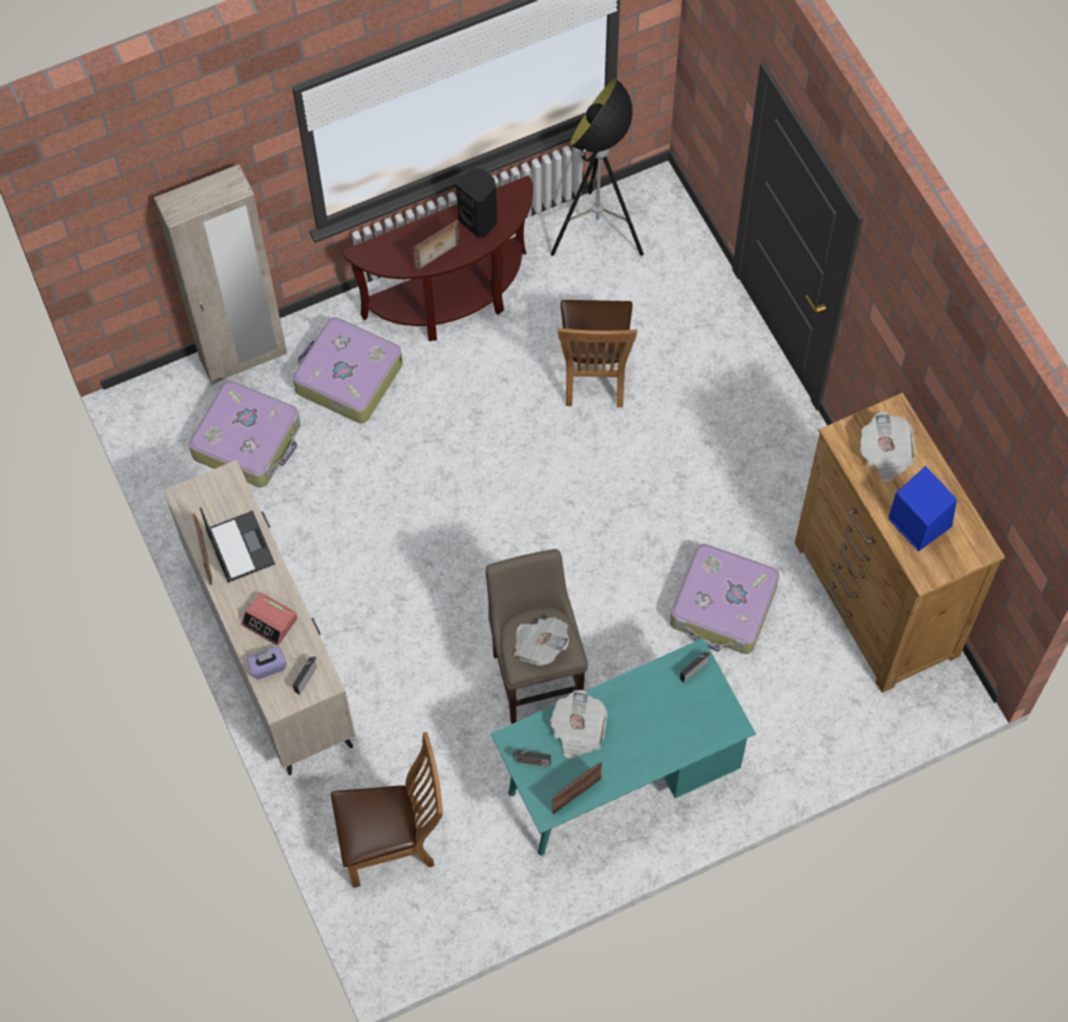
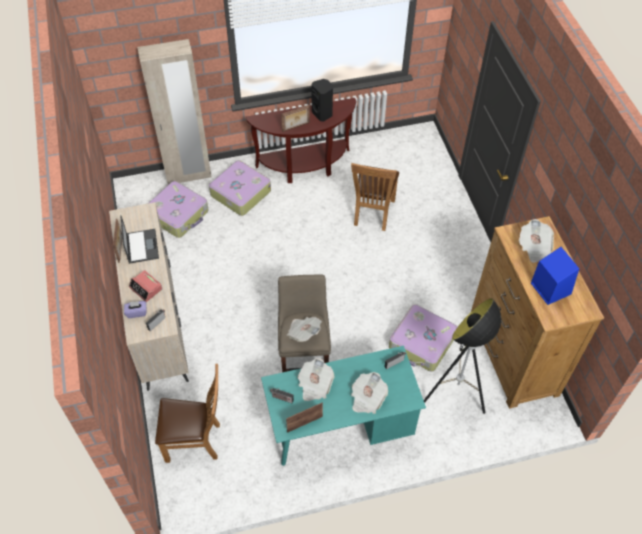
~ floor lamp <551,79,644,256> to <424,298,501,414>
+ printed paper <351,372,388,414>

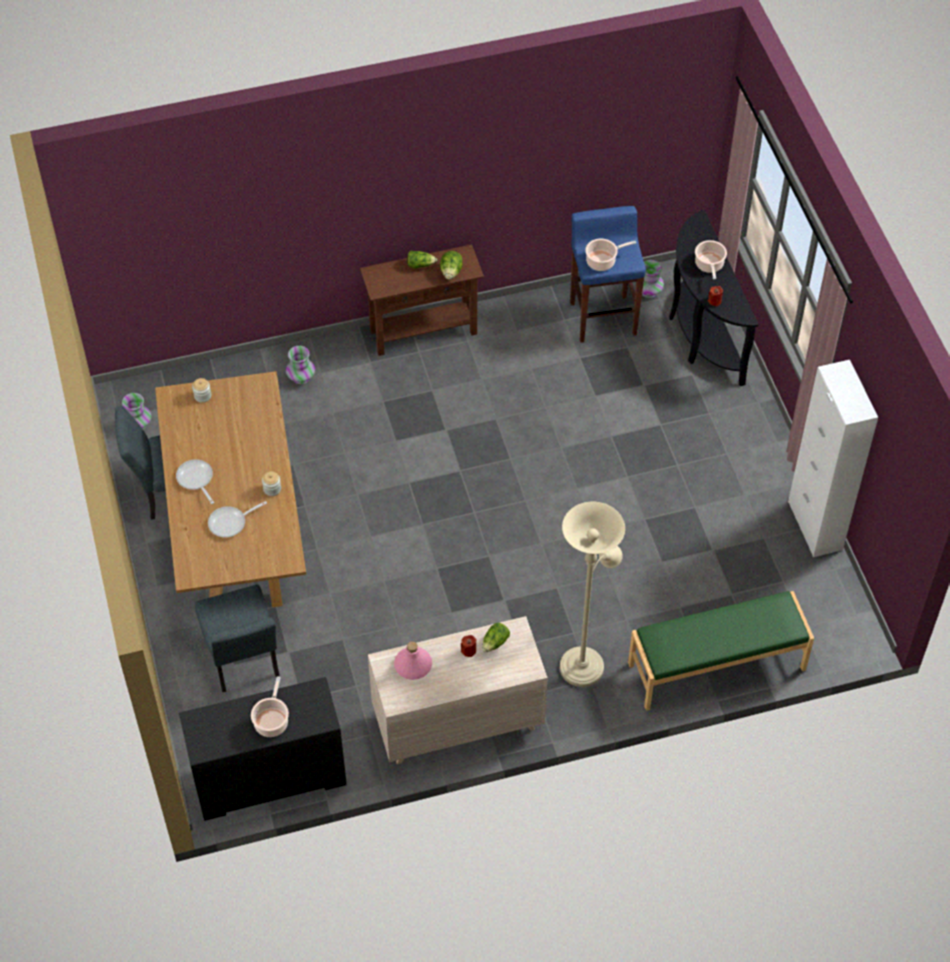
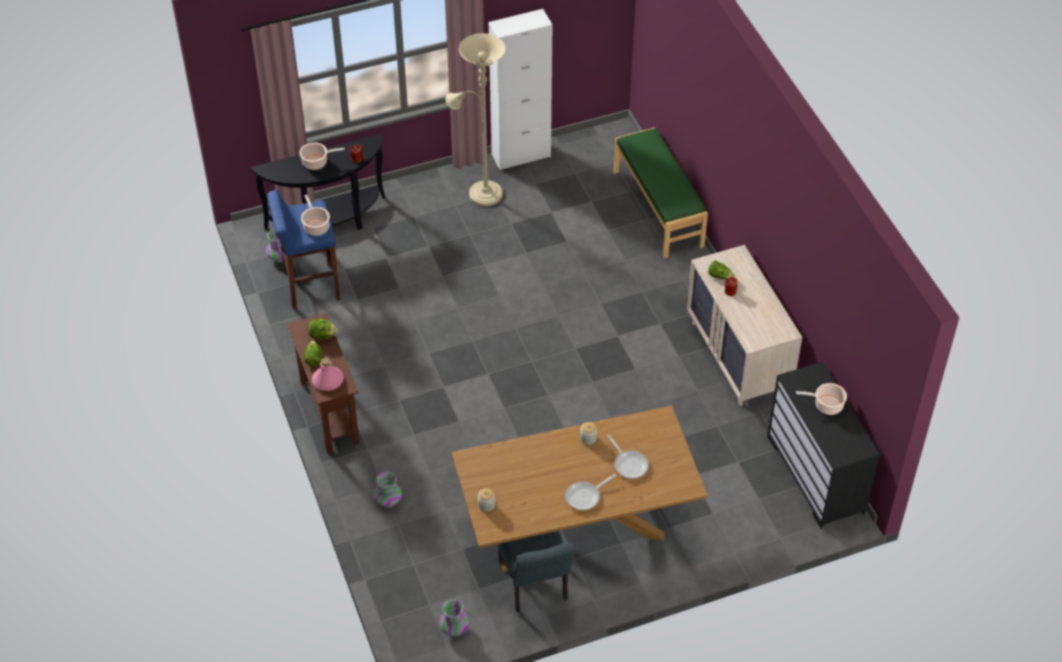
- plain chair/grey <195,584,279,692>
~ bottle/pink-coloured <394,642,432,680> to <312,358,344,391>
~ floor lamp/beige-coloured <560,502,625,687> to <446,33,506,206>

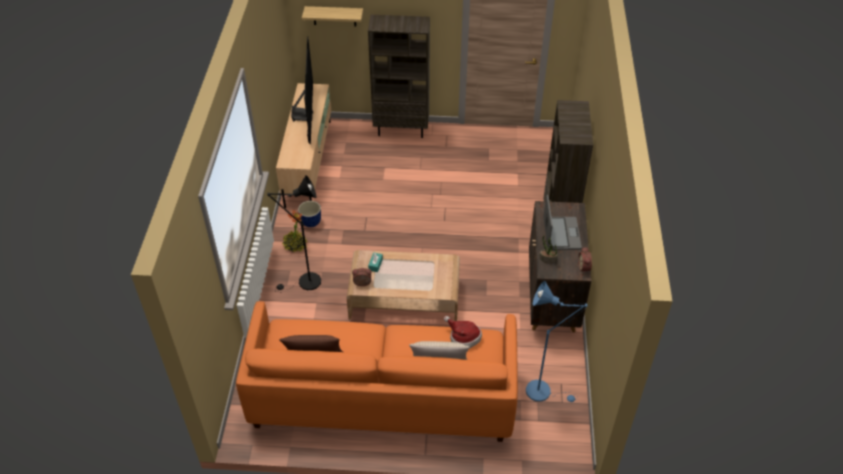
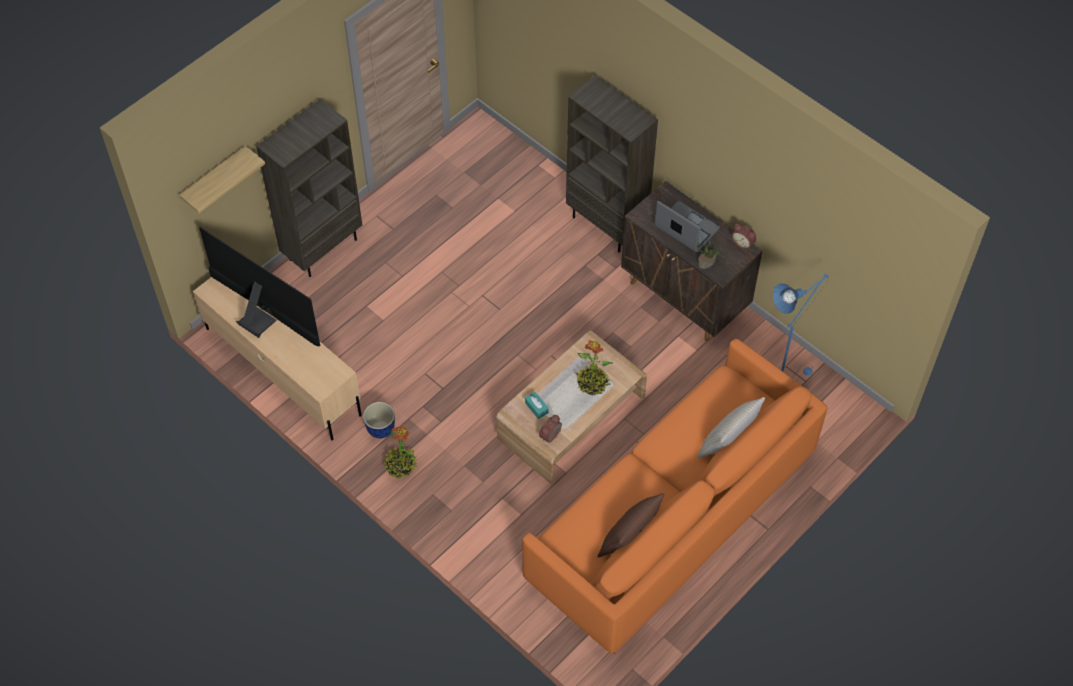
- floor lamp/blackish <267,175,321,292>
- hat <444,316,482,349>
+ plant in a pot <576,340,614,395>

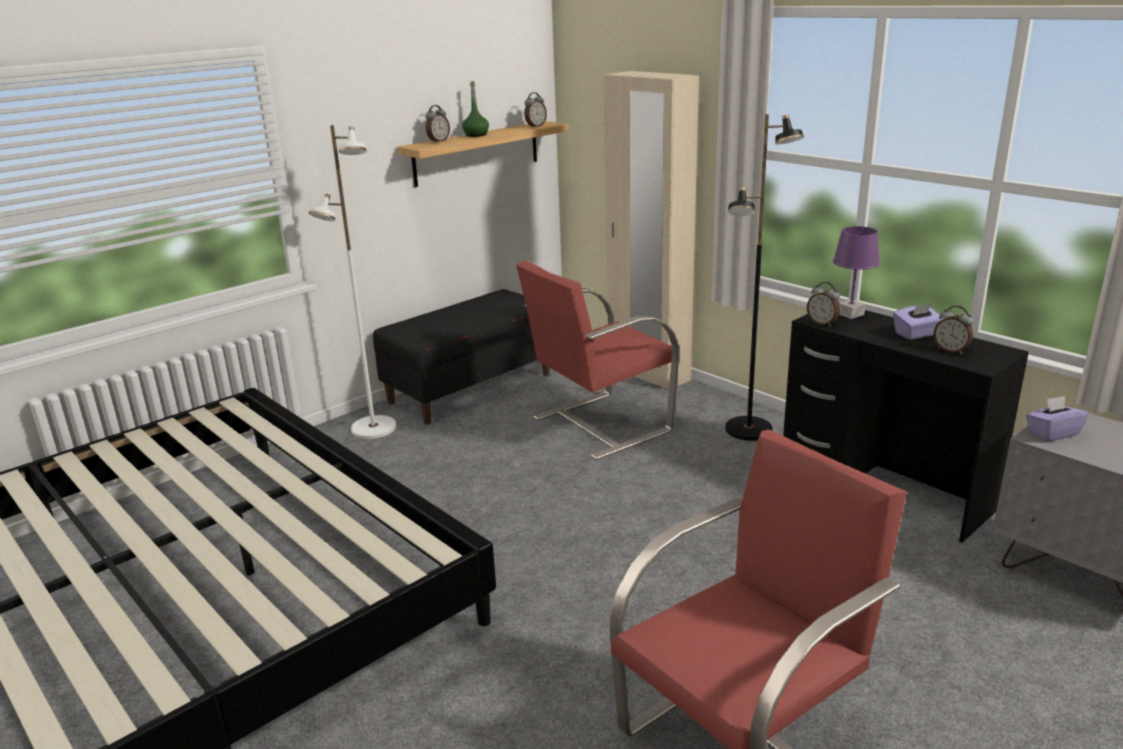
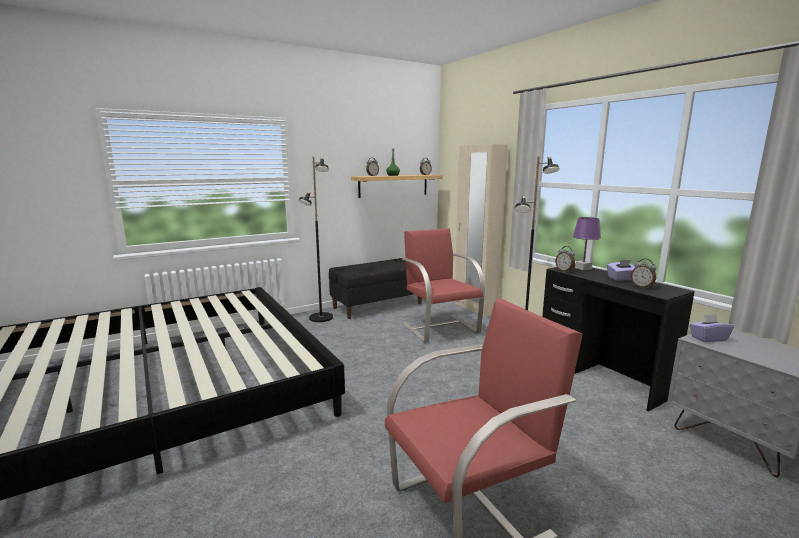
~ floor lamp/white-coloured <309,125,396,439> to floor lamp/blackish <298,157,333,322>
~ lounge chair/red <516,261,679,460> = <402,228,485,343> 90 degrees clockwise

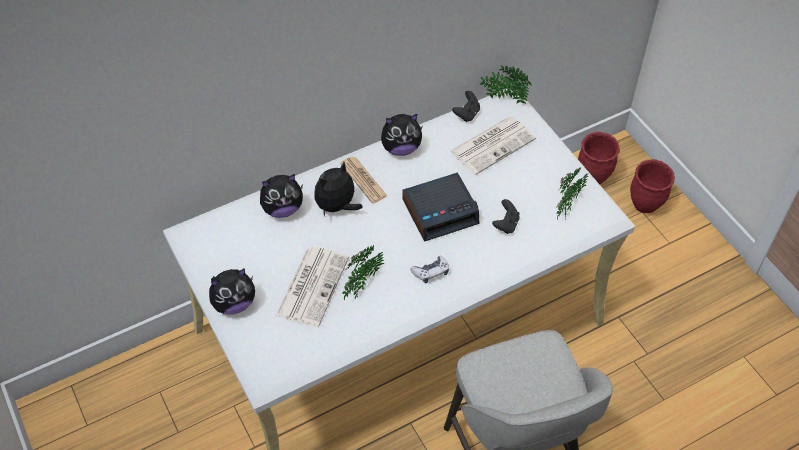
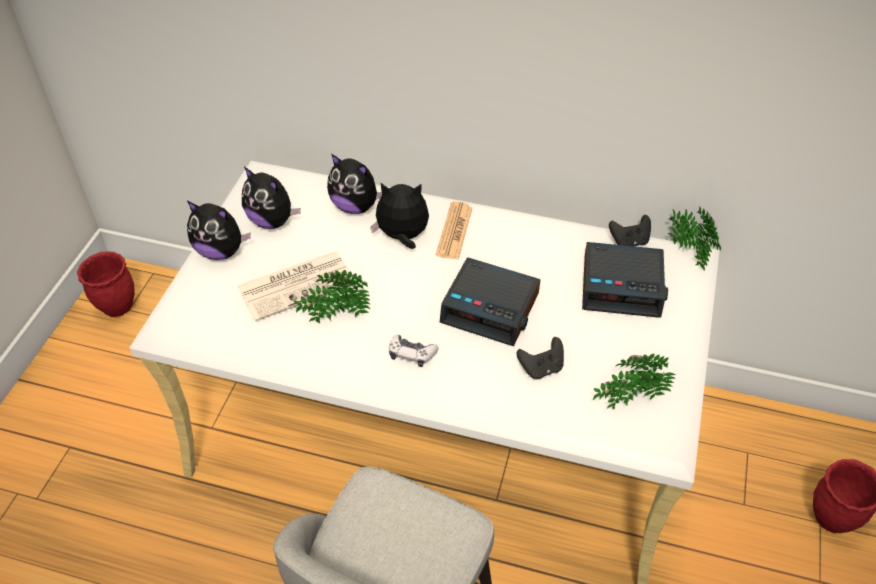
~ cuddly toy <381,114,422,156> to <242,167,300,229>
~ printed paper <450,116,536,175> to table clock <582,242,668,317>
~ plant pot/red <578,132,620,184> to <77,251,135,317>

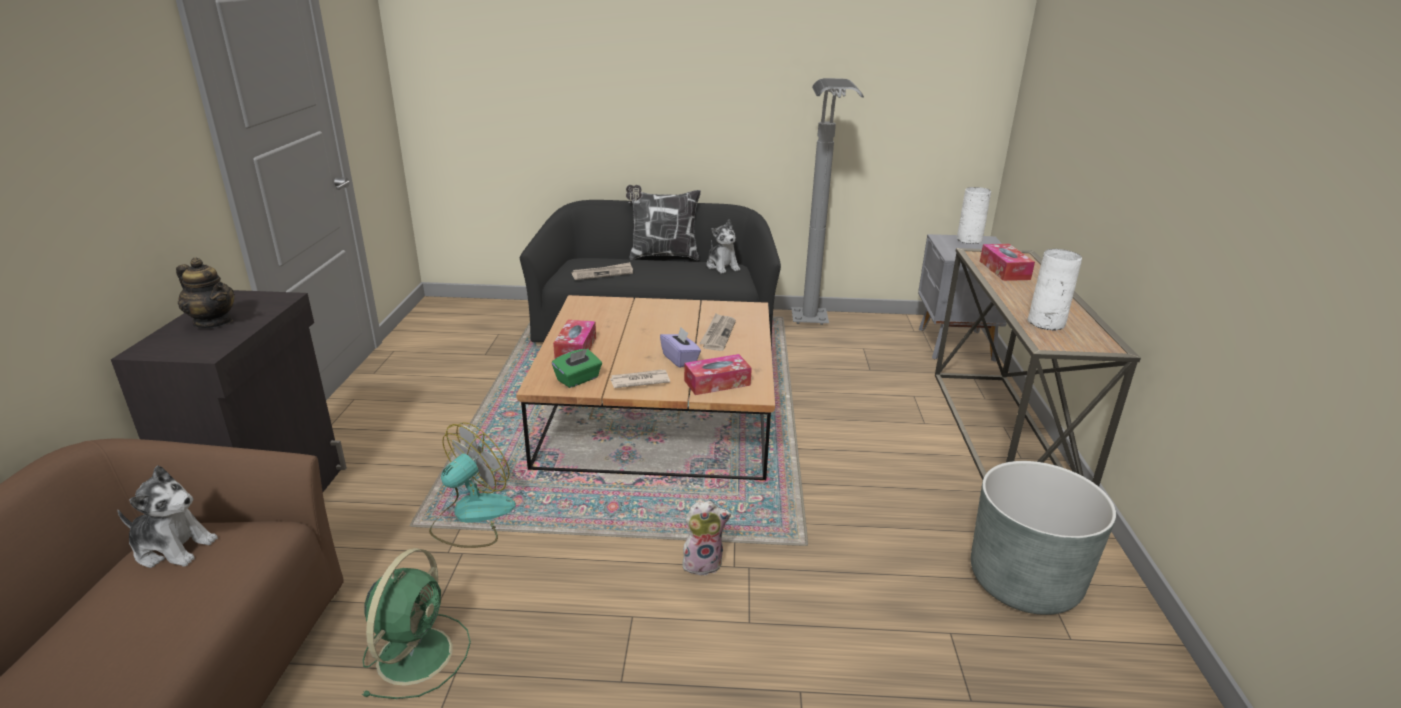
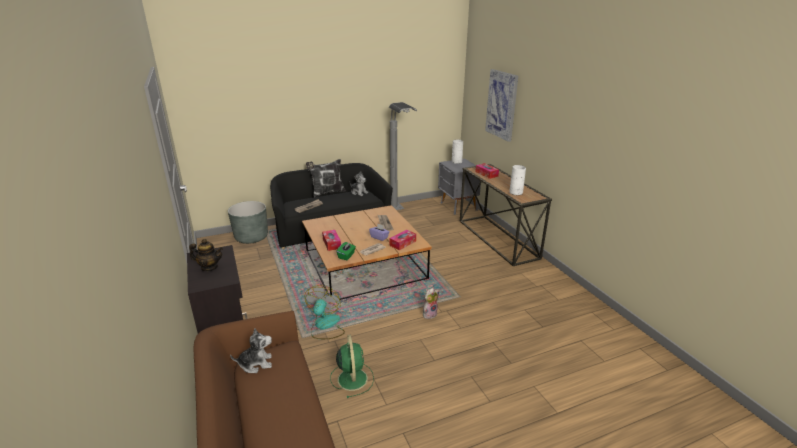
~ plant pot/grey <971,461,1116,615> to <228,201,268,244>
+ wall picture <485,69,518,142>

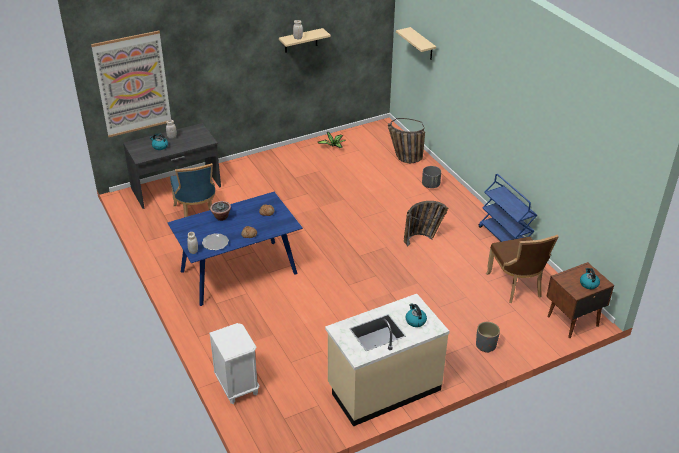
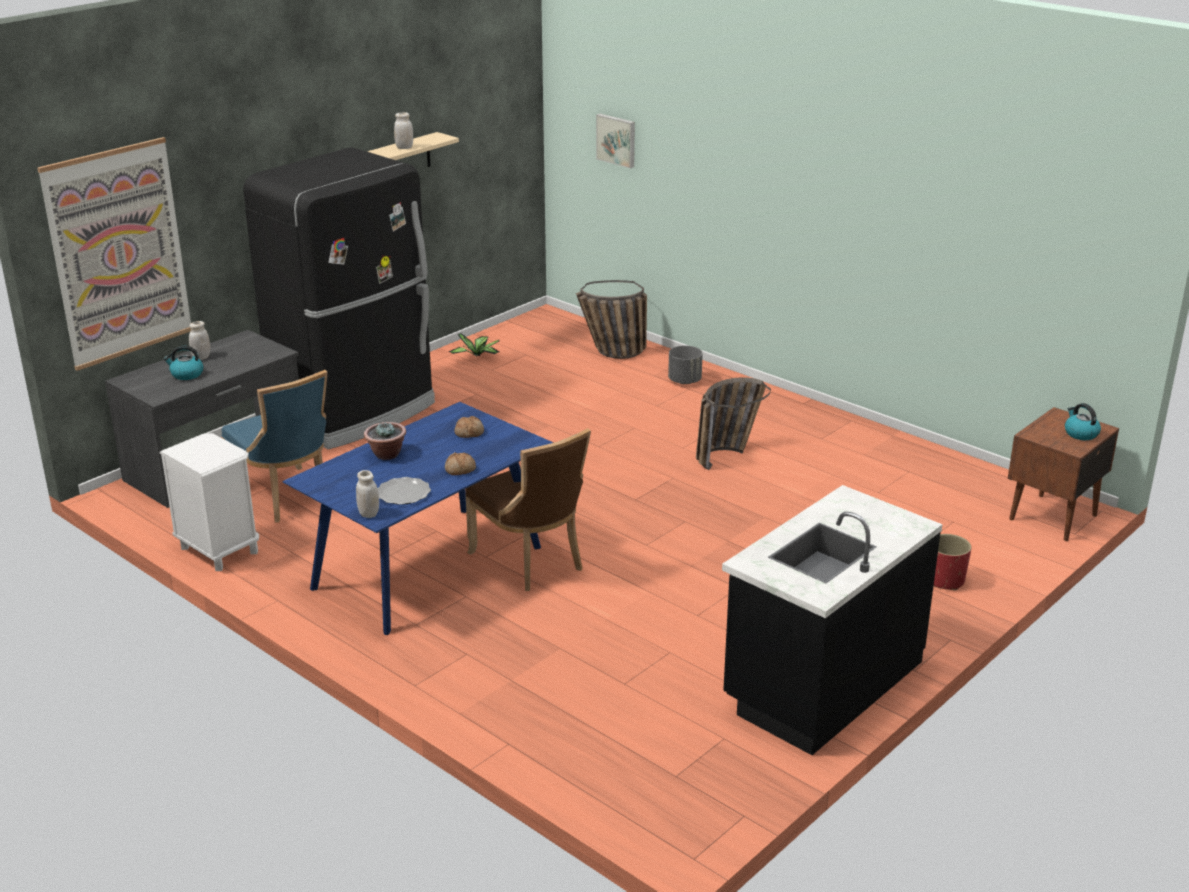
~ night table/white-coloured <209,323,259,404> to <160,433,259,571>
~ kitchen counter/beige-coloured <325,294,449,427> to kitchen counter/blackish <722,485,943,755>
~ wall shelf/beige-coloured <396,27,436,60> to wall picture <596,114,635,169>
- tea kettle <406,304,427,327>
~ plant pot/grey <476,322,500,353> to plant pot/red <934,534,972,590>
- trolley/bluish <479,174,537,242>
~ plain chair/brown <486,235,559,303> to <465,428,591,591>
+ refrigerator/blackish <243,147,435,449>

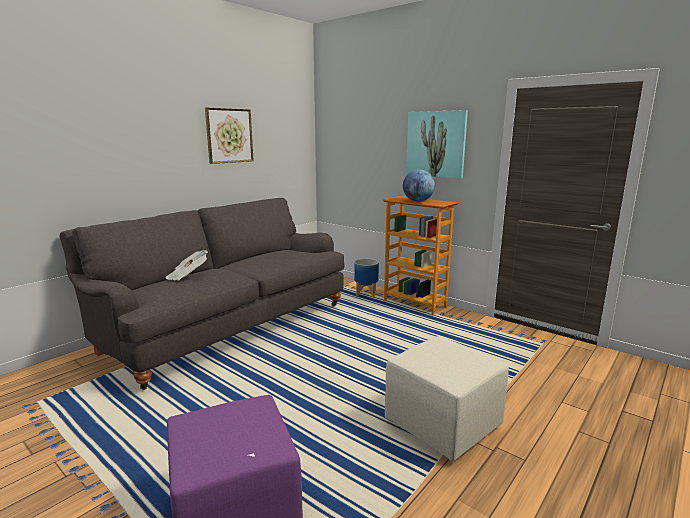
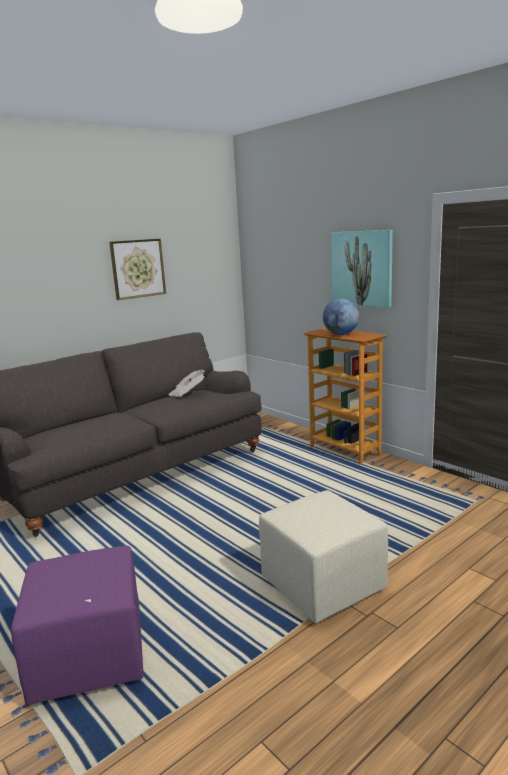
~ printed paper <165,250,208,281> to <169,370,205,397>
- plant pot <354,259,379,297>

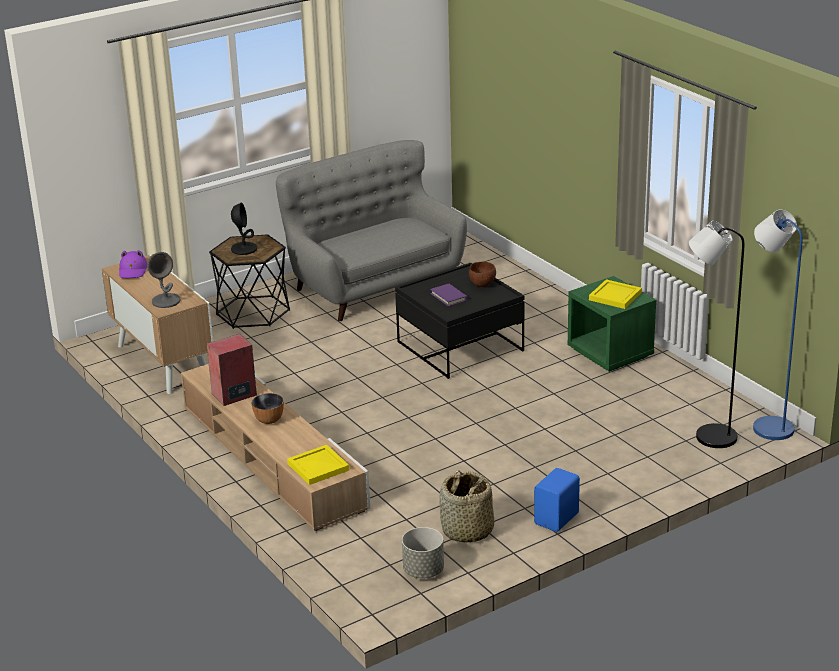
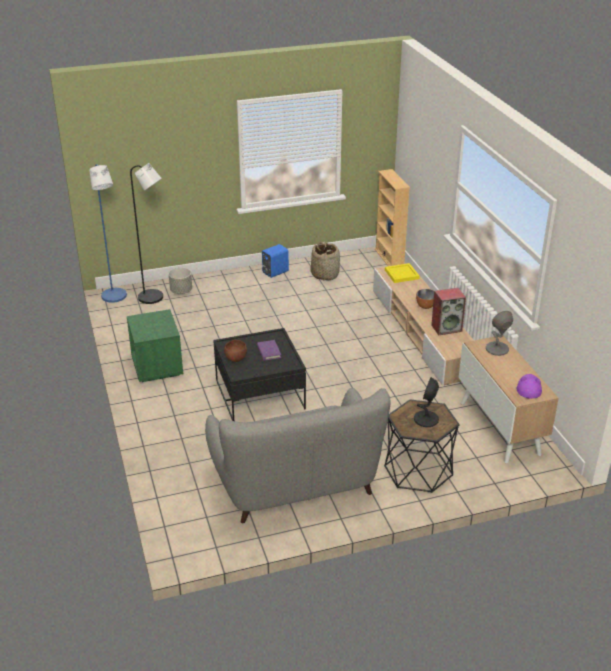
~ plant pot/grey <402,527,444,578> to <169,267,192,294>
- carrying tray/yellow <589,279,642,309>
+ bookcase/beige-coloured <375,169,410,266>

